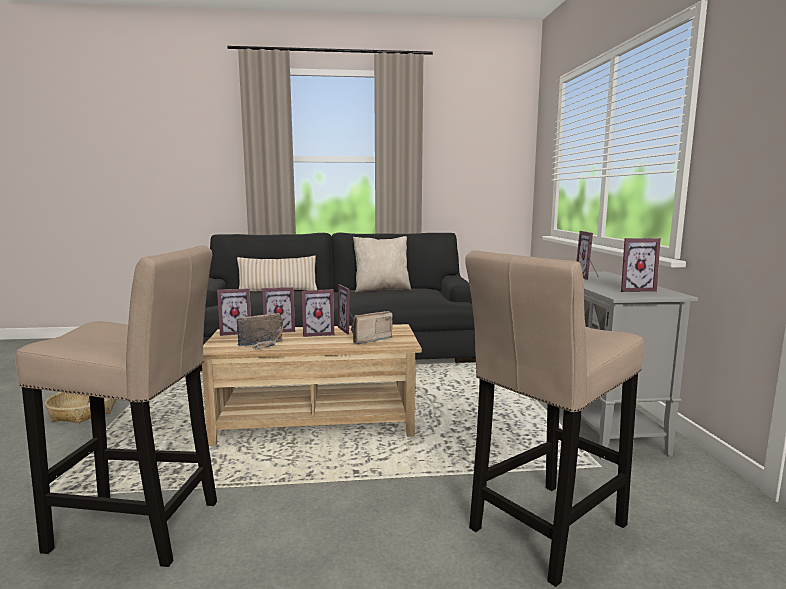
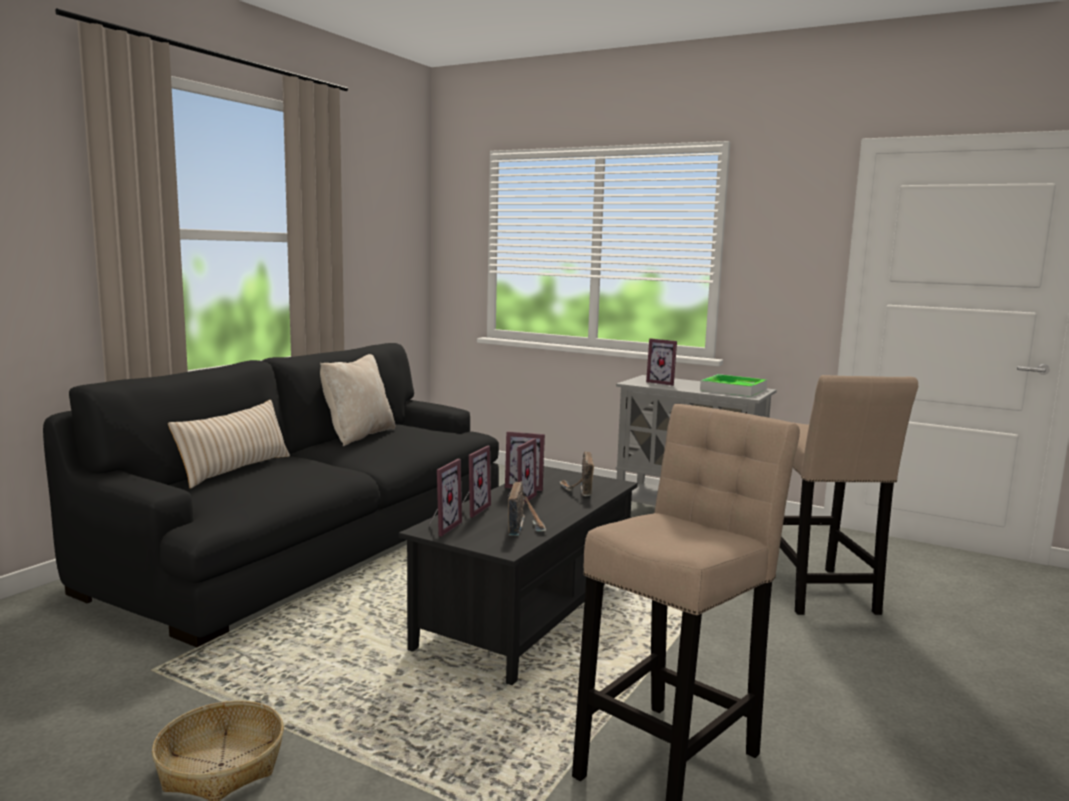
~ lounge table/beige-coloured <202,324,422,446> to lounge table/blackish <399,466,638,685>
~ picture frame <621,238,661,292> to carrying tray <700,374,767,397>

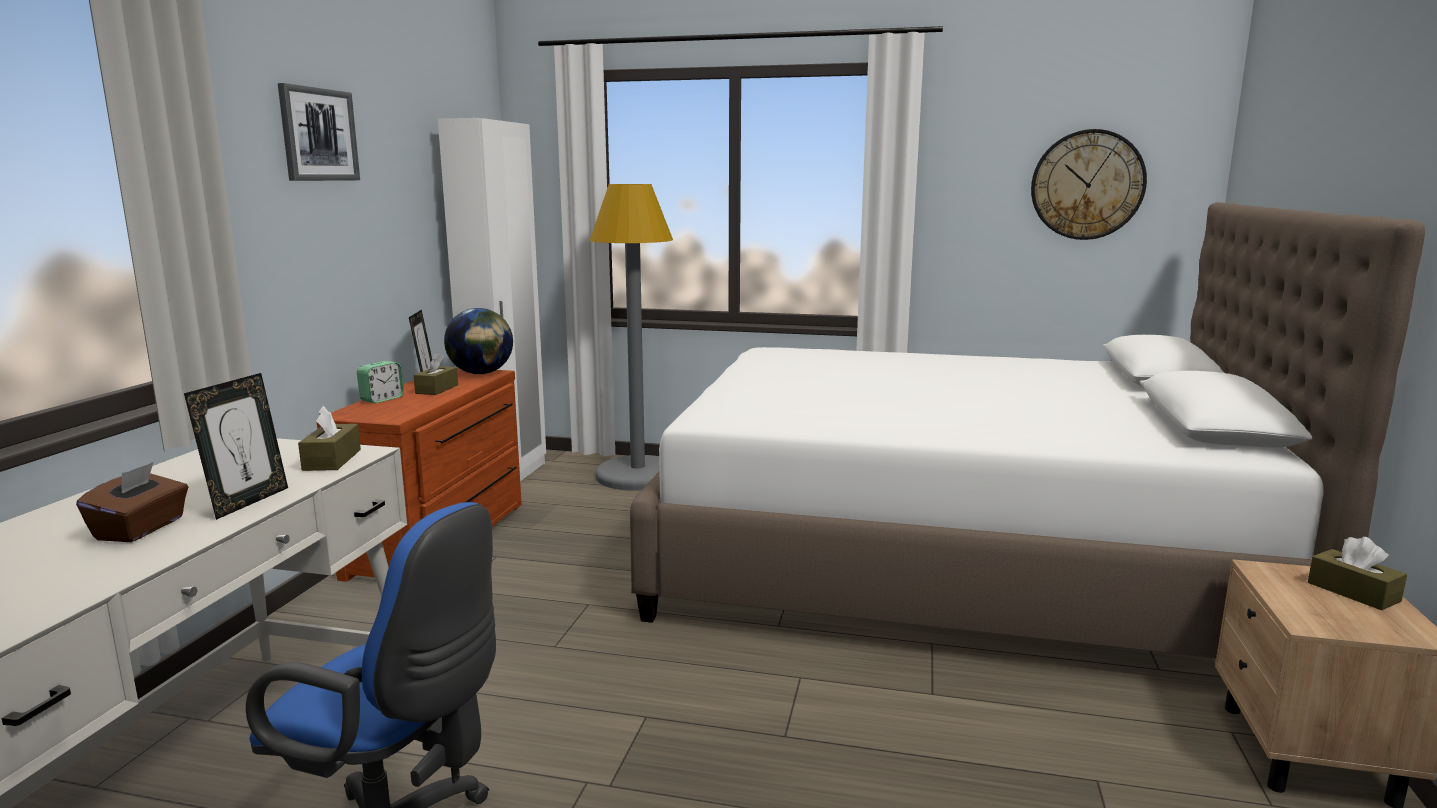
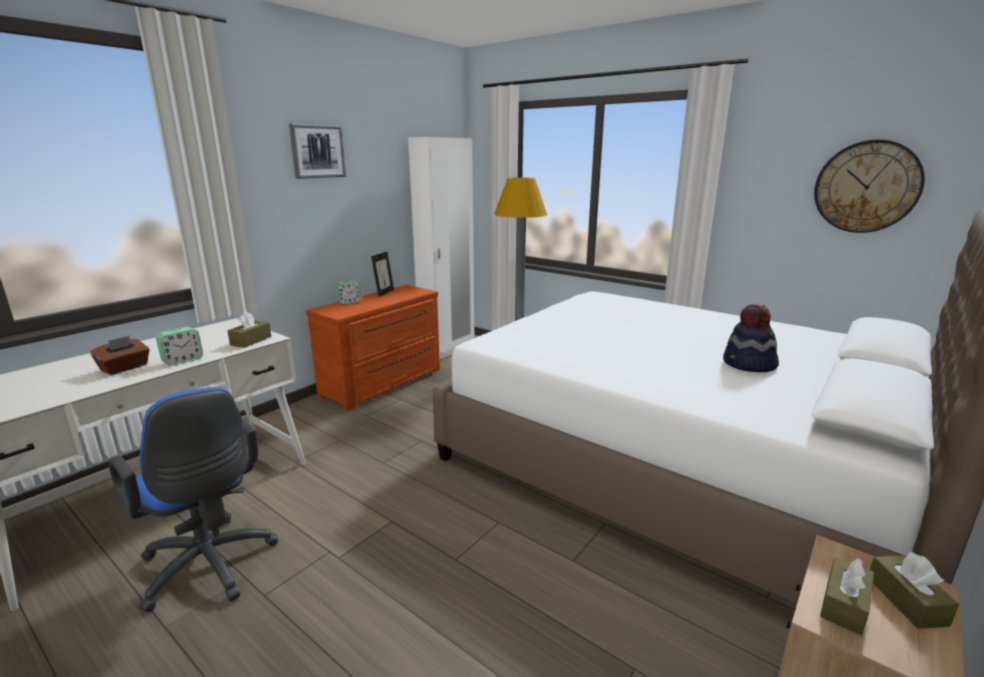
~ picture frame <184,373,288,520> to table clock <156,327,203,366>
~ tissue holder/brown <414,353,458,395> to <820,557,874,635>
- world globe <444,308,513,374>
+ hat <723,304,779,372>

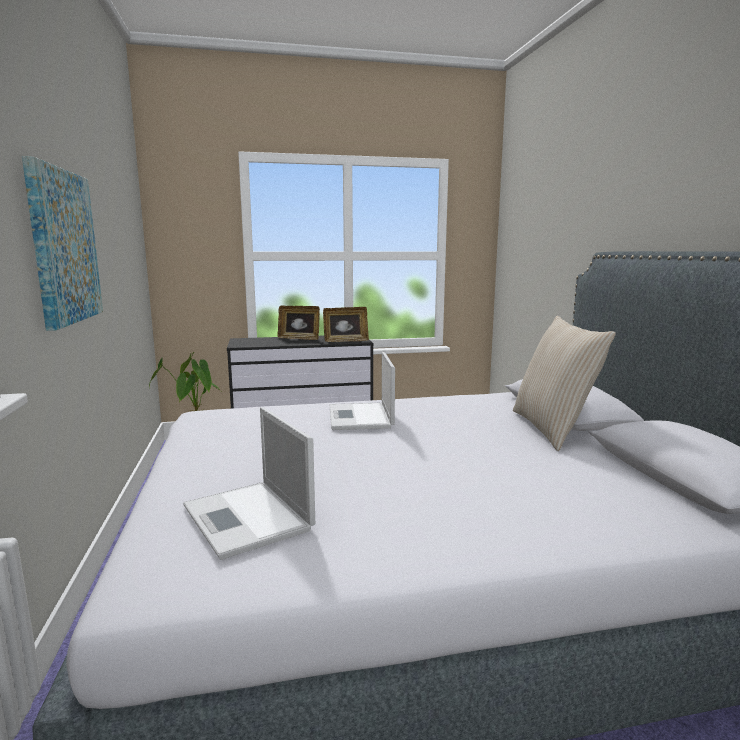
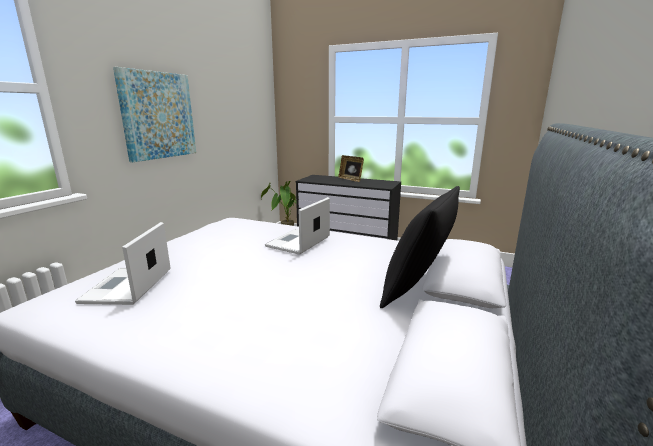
- picture frame <323,307,369,342>
~ cushion/beige-coloured <513,316,616,451> to cushion/blackish <380,186,460,308>

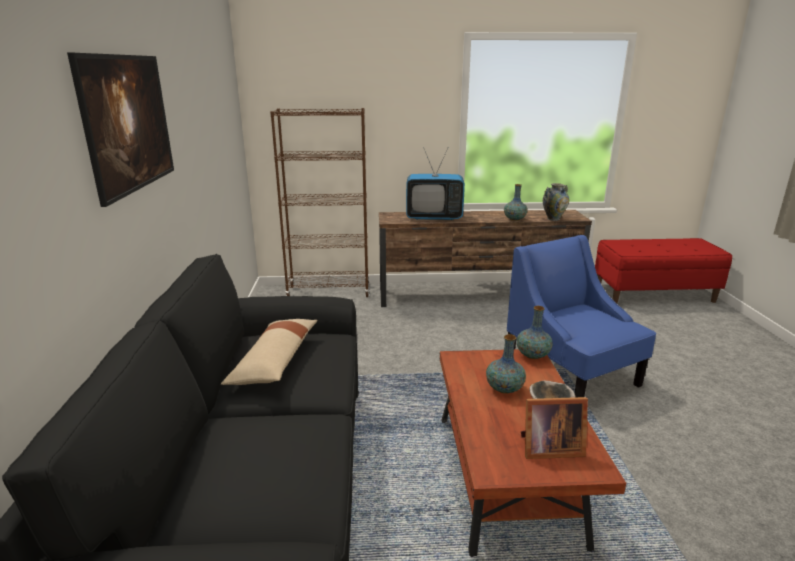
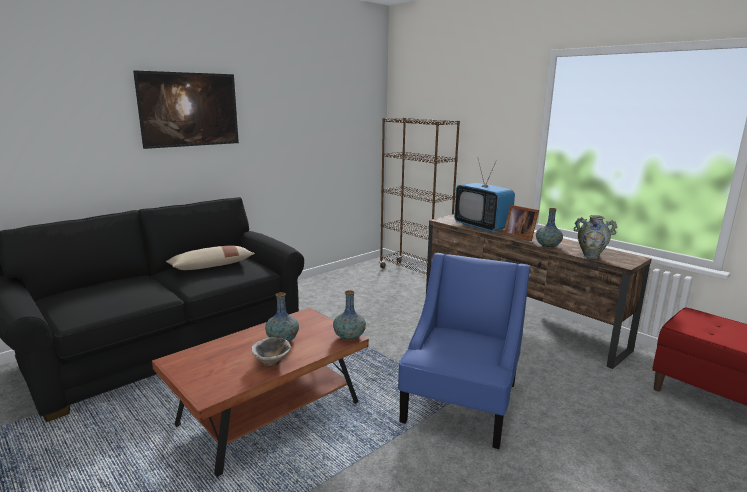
~ picture frame <521,397,588,459> to <503,205,539,241>

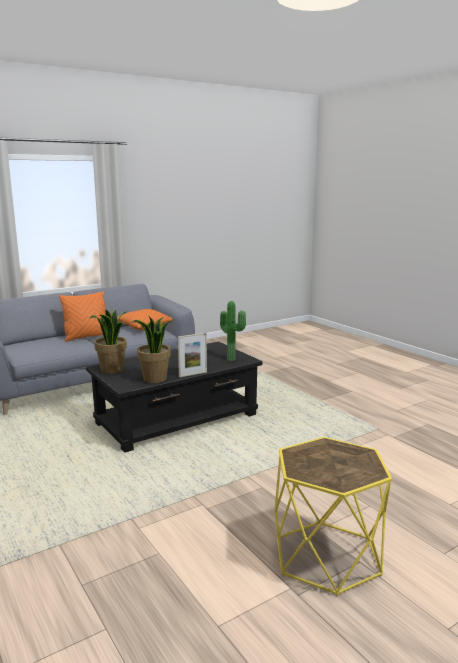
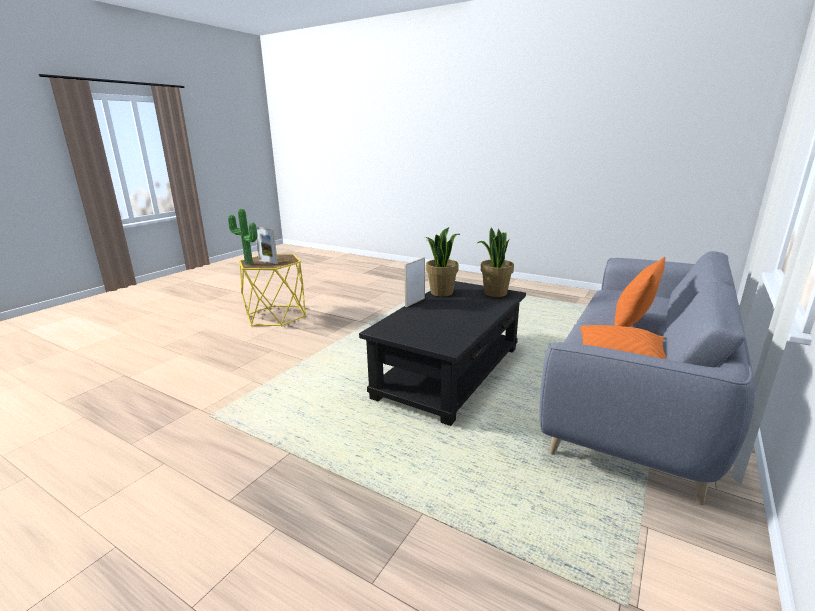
~ plant in a pot <220,301,246,361> to <228,209,258,265>
+ picture frame <256,227,278,264>

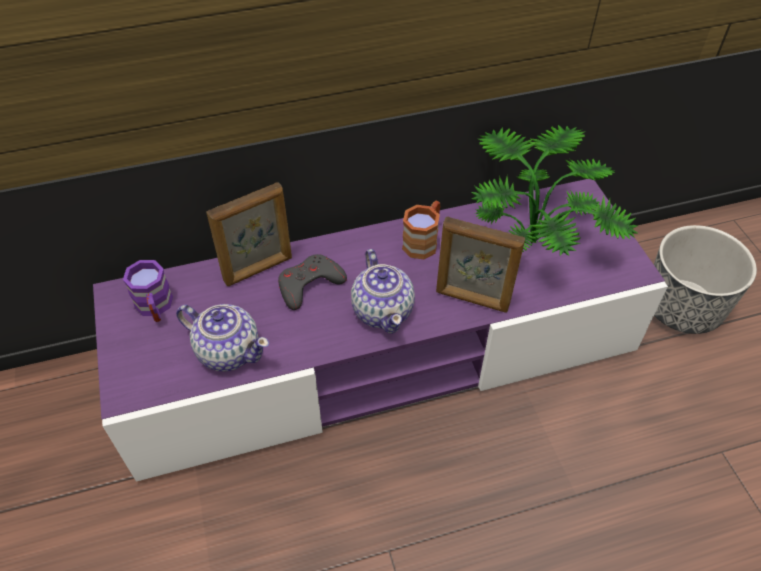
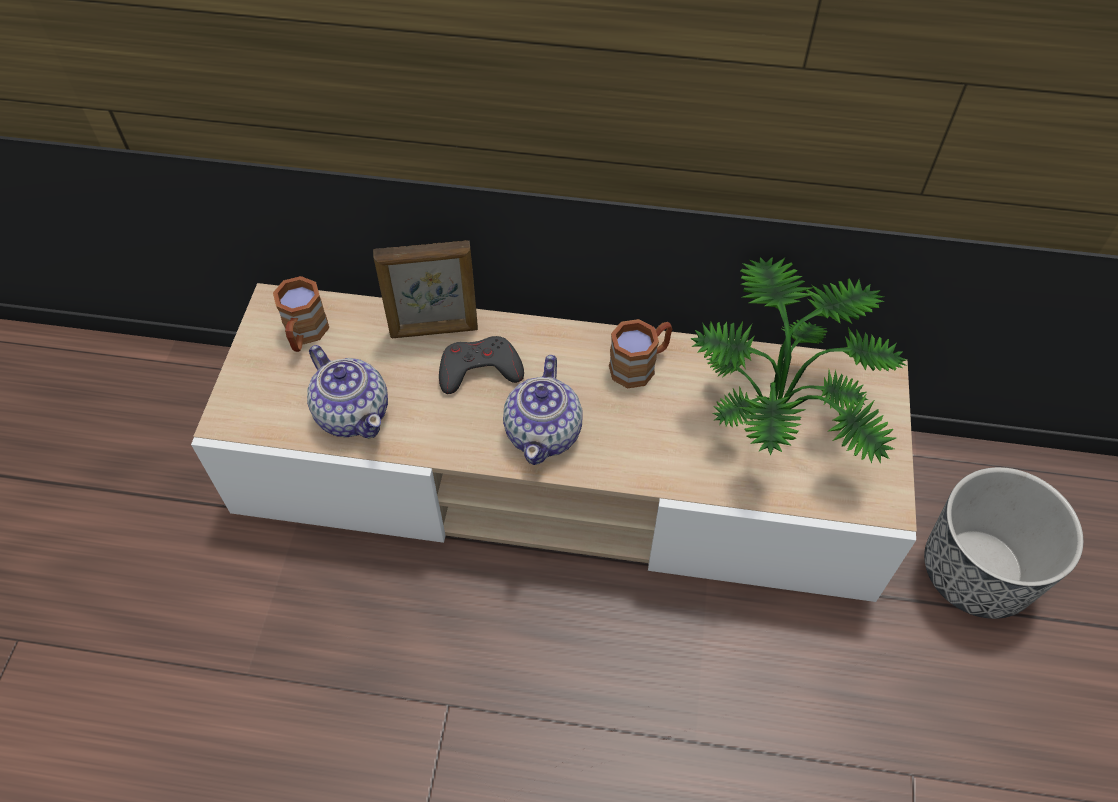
~ tv unit/purplish <93,179,668,482> to tv unit/beige-coloured <191,283,917,602>
~ coffee mug/purplish <123,260,173,322> to coffee mug/brown <273,276,329,352>
- picture frame <436,217,525,313>

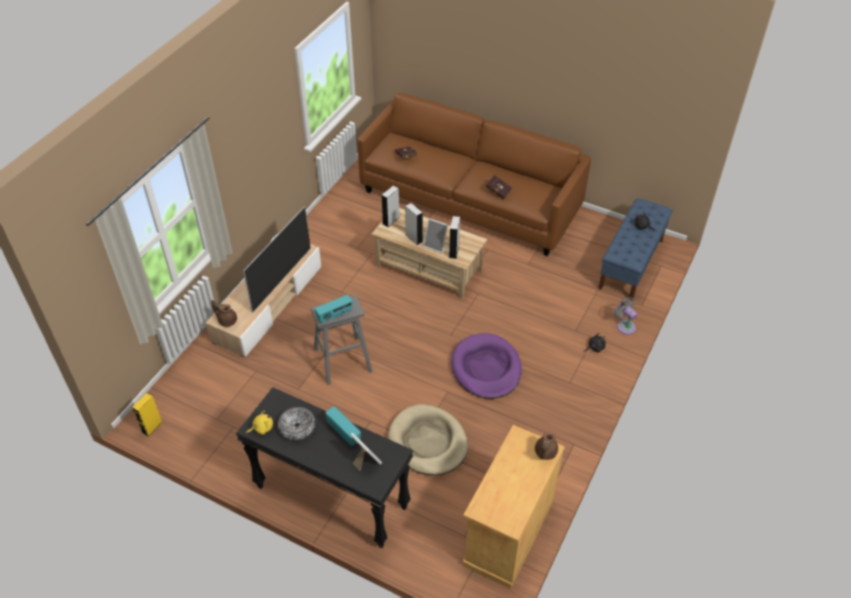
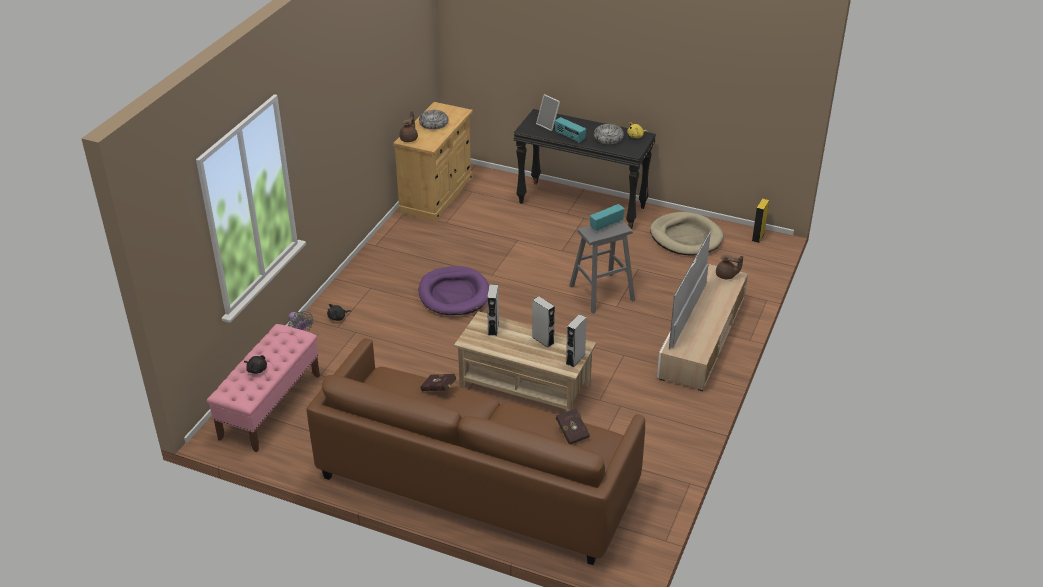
~ dog cushion/beige-coloured <388,404,468,475> to <650,212,724,256>
- picture frame <423,218,448,253>
~ bench/bluish <598,198,673,301> to bench/pink-coloured <207,324,320,452>
+ bowl <419,110,448,130>

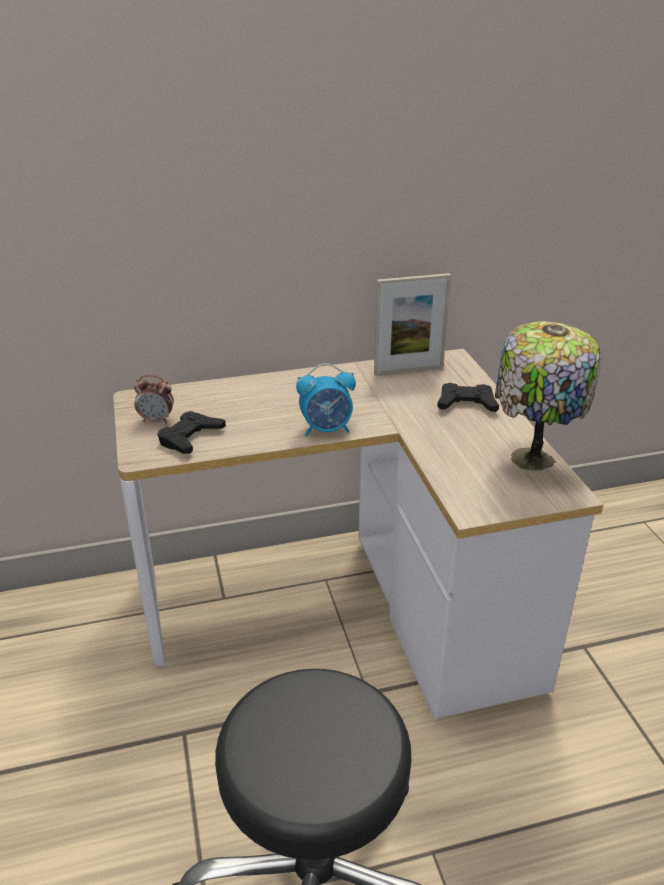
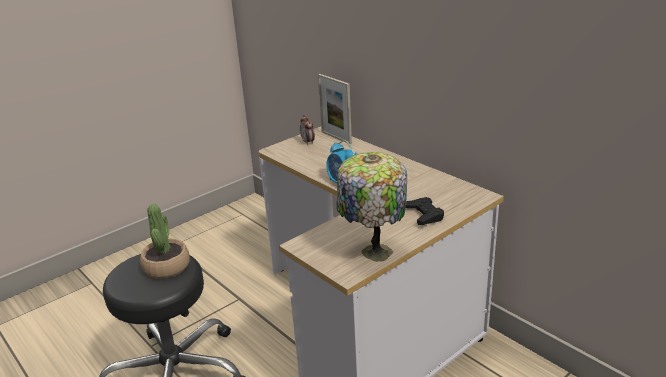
- joypad/blackish <158,411,226,454>
~ picture frame <374,273,451,376> to <318,74,352,144>
+ plant in a pot <140,204,190,279>

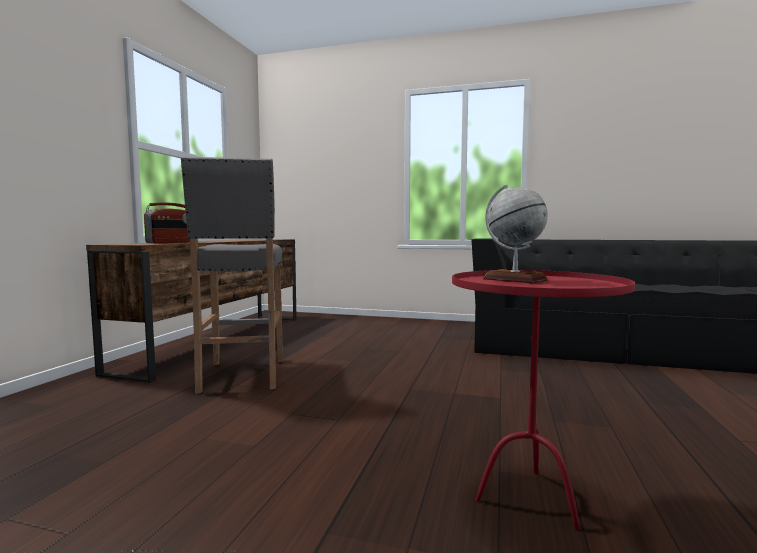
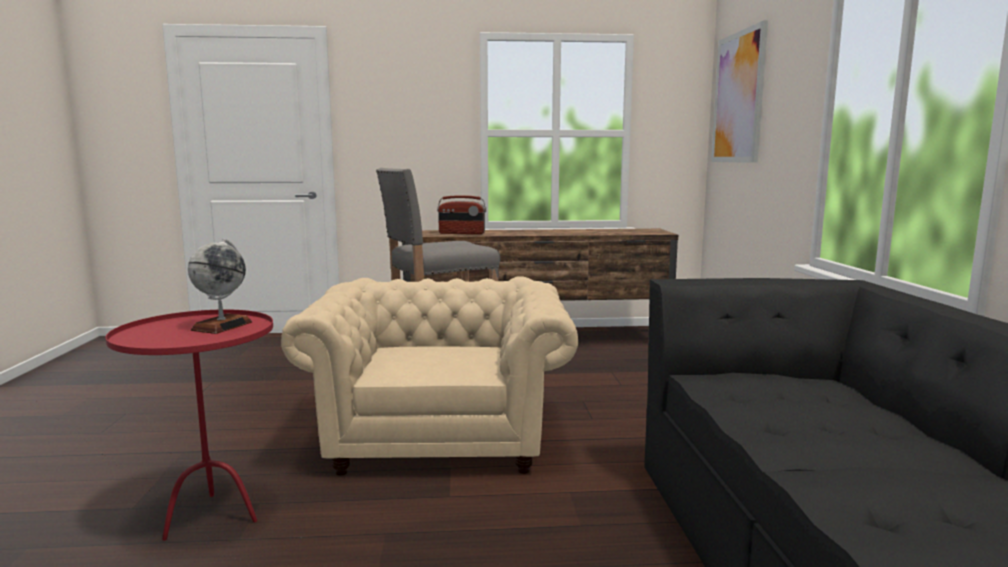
+ lounge chair/beige-coloured <281,276,578,475>
+ wall picture <711,20,768,163>

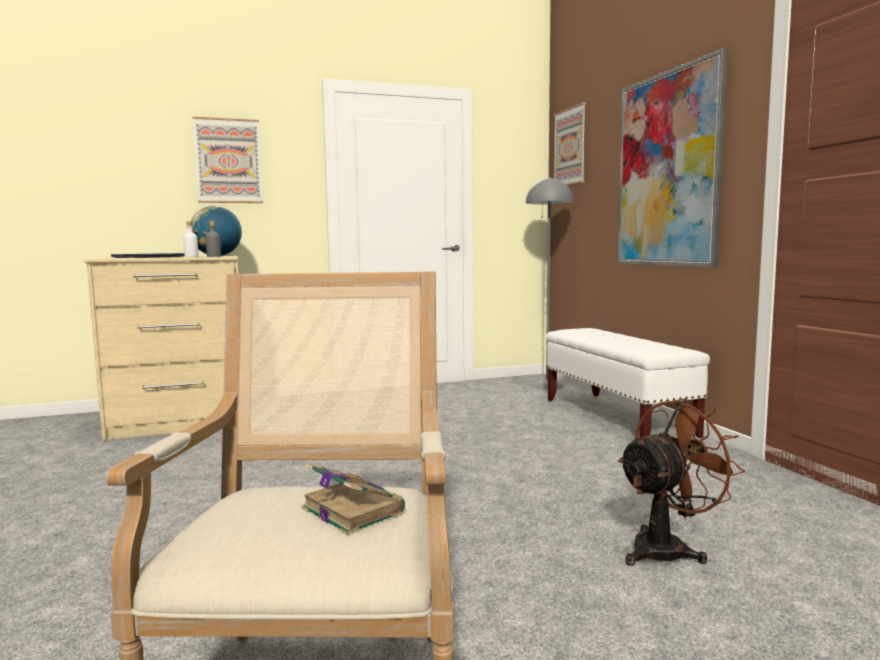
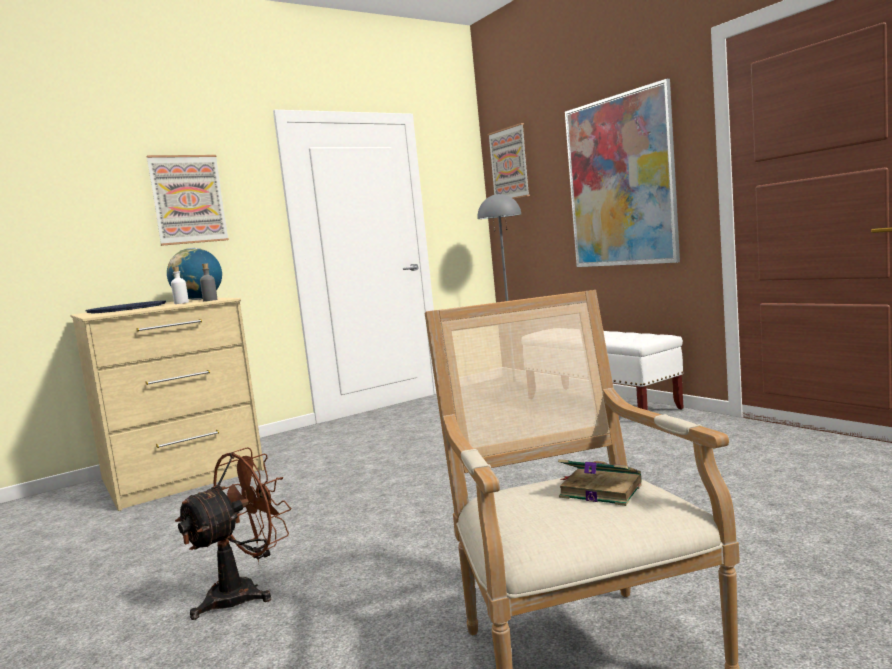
~ fan/brown <618,398,745,566> to <175,447,292,620>

